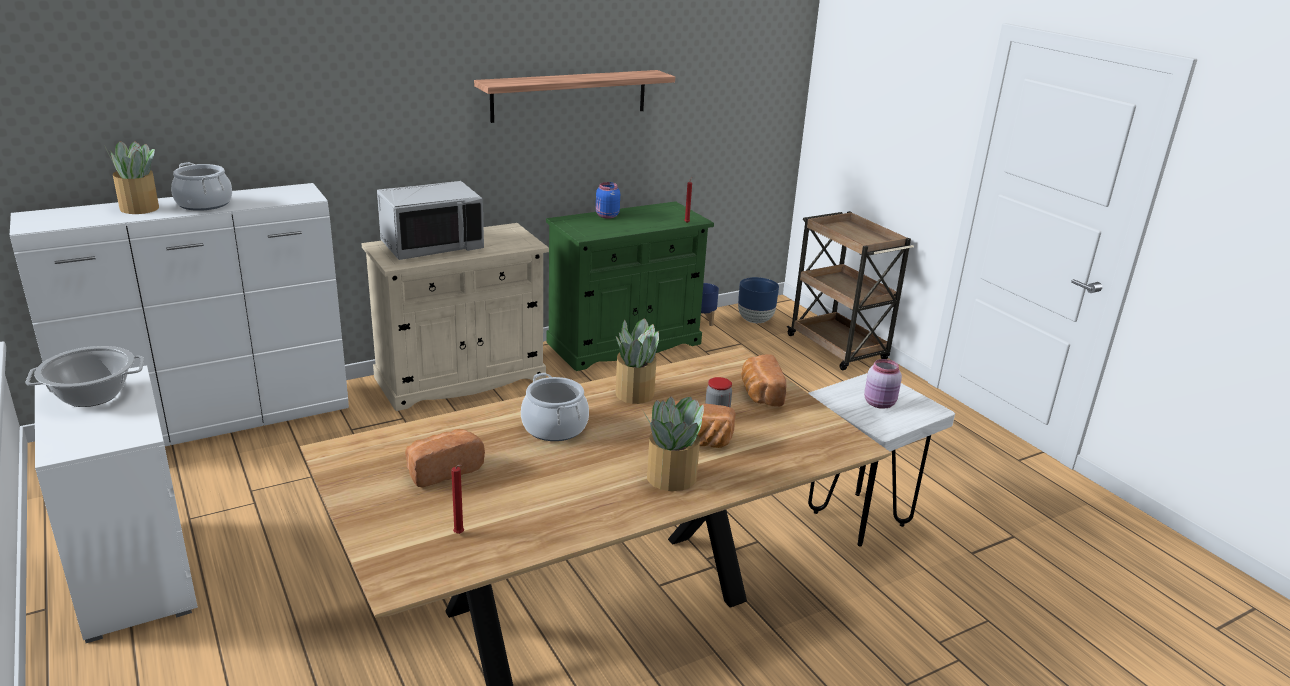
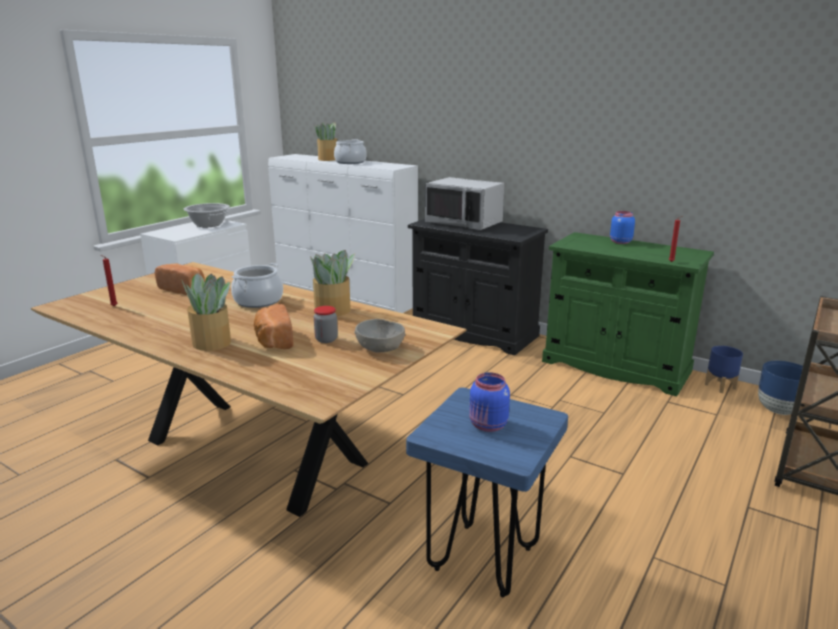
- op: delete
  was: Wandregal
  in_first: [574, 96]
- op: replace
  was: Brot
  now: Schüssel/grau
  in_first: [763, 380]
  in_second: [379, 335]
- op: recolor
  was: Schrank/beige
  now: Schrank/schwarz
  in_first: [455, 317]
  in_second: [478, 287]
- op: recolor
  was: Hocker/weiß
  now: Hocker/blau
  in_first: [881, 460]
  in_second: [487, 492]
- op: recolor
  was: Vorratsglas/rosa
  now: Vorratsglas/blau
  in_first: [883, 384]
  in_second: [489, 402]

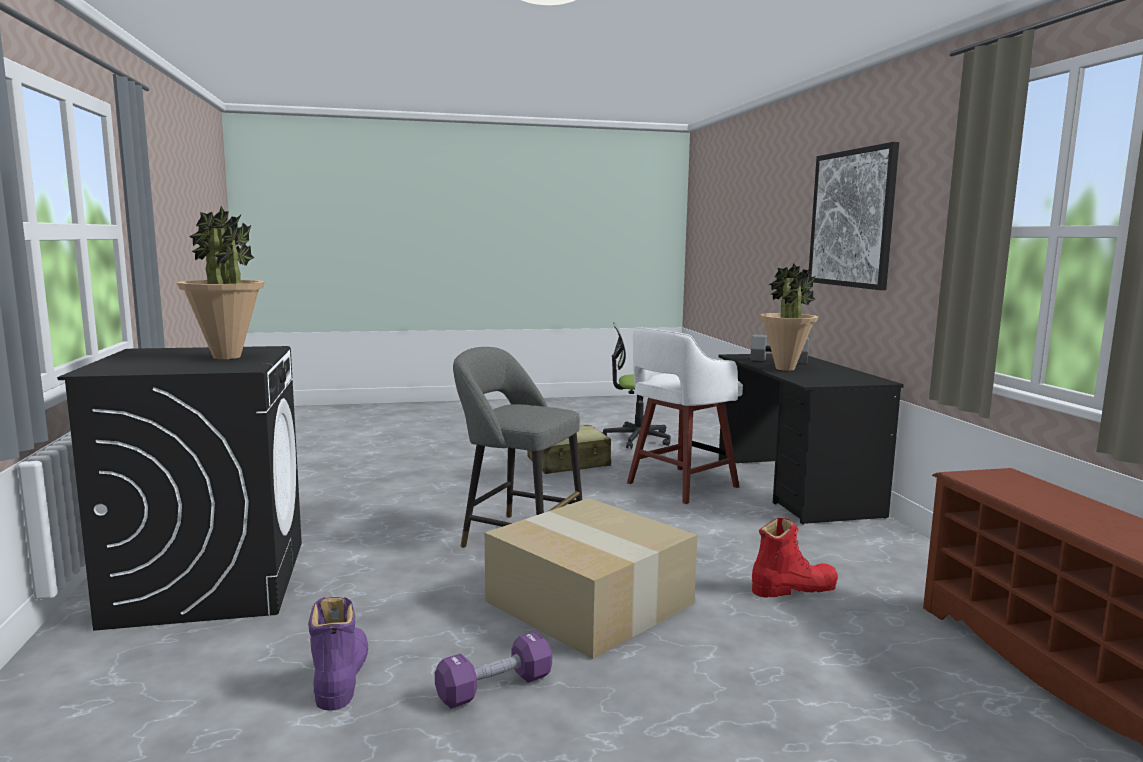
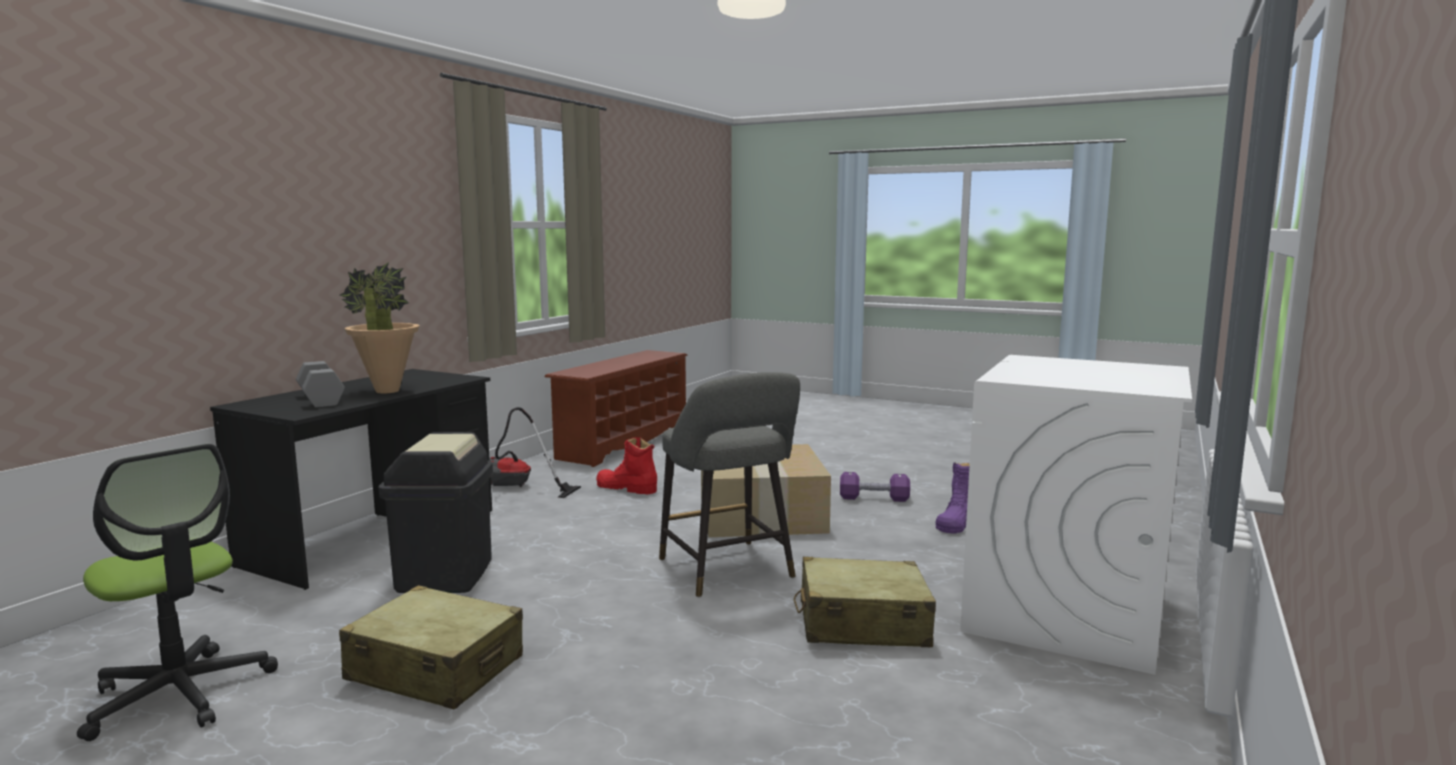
- op: delete
  was: Topfpflanze
  in_first: [220, 282]
- op: delete
  was: Bild
  in_first: [853, 216]
- op: insert
  now: Staubsauger
  in_second: [535, 452]
- op: insert
  now: Koffer/beige
  in_second: [865, 601]
- op: replace
  was: Hocker/weiß
  now: Mülleimer/schwarz
  in_first: [685, 415]
  in_second: [436, 512]
- op: recolor
  was: Waschmaschine/schwarz
  now: Waschmaschine/weiß
  in_first: [179, 488]
  in_second: [1076, 515]

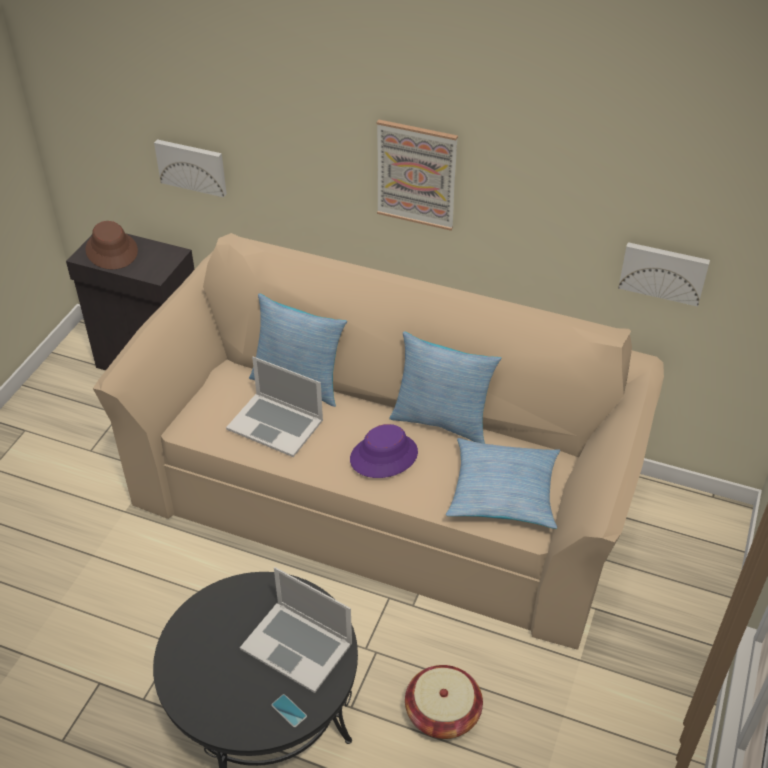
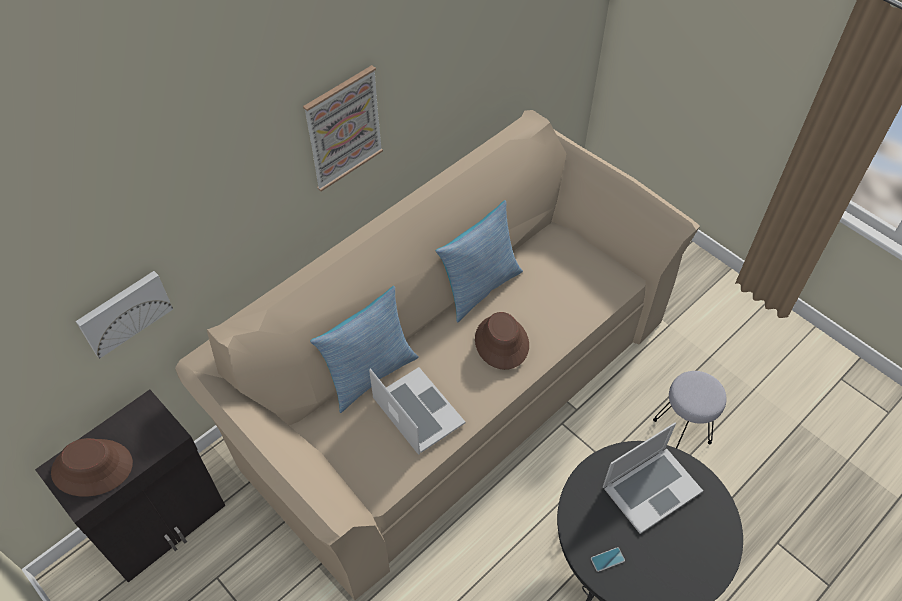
- op: delete
  was: Kissen
  in_first: [503, 483]
- op: delete
  was: Bild
  in_first: [664, 274]
- op: move
  was: Handy
  in_first: [289, 710]
  in_second: [608, 559]
- op: replace
  was: Korb
  now: Hocker/grau
  in_first: [444, 702]
  in_second: [690, 409]
- op: recolor
  was: Hut/lila
  now: Hut/braun
  in_first: [384, 451]
  in_second: [502, 341]
- op: rotate
  was: Laptop
  in_first: [274, 407]
  in_second: [417, 410]
  clockwise: -90

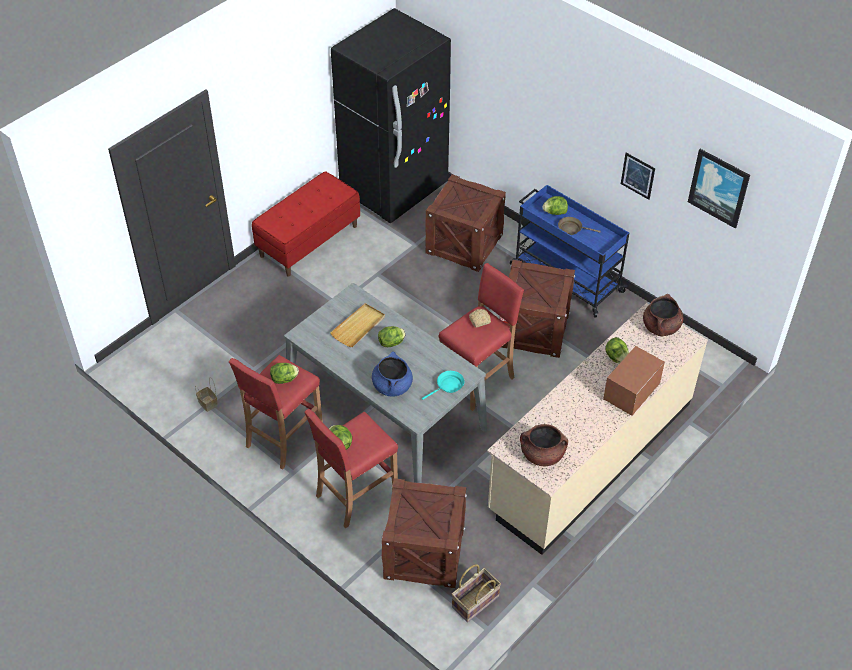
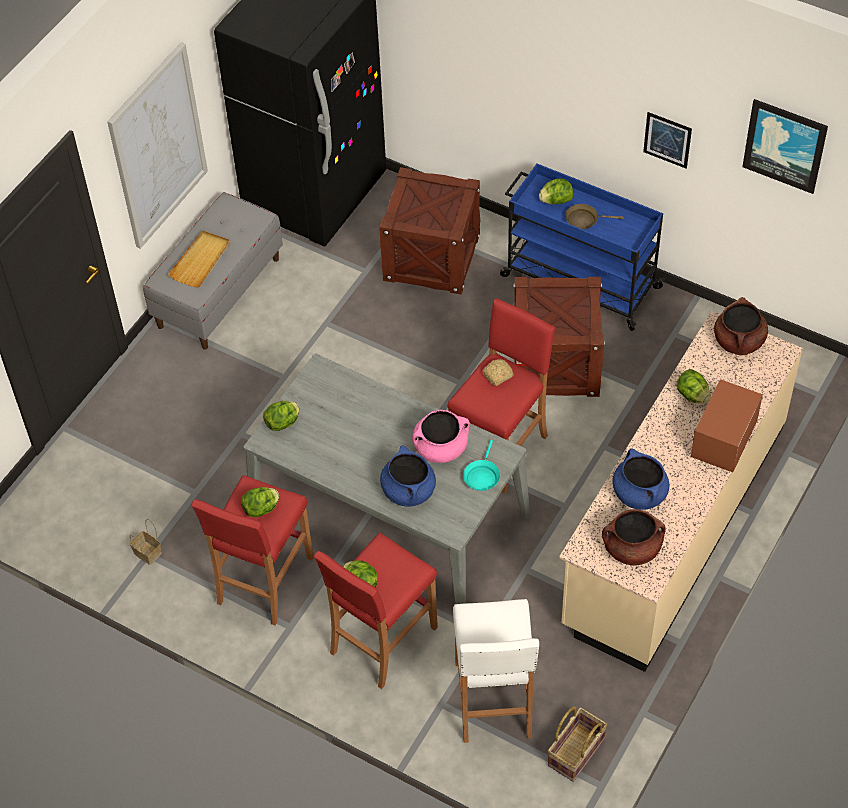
- op: insert
  now: Bild
  in_second: [157, 145]
- op: insert
  now: Kochtopf/rosa
  in_second: [441, 436]
- op: insert
  now: Kochtopf/blau
  in_second: [640, 479]
- op: move
  was: Tablett/beige
  in_first: [357, 325]
  in_second: [199, 258]
- op: move
  was: Salatkopf
  in_first: [392, 336]
  in_second: [281, 416]
- op: replace
  was: Kiste
  now: Hocker/weiß
  in_first: [424, 533]
  in_second: [496, 671]
- op: recolor
  was: Bank/rot
  now: Bank/grau
  in_first: [306, 224]
  in_second: [213, 271]
- op: rotate
  was: Pfanne/türkis
  in_first: [443, 385]
  in_second: [481, 465]
  clockwise: 150

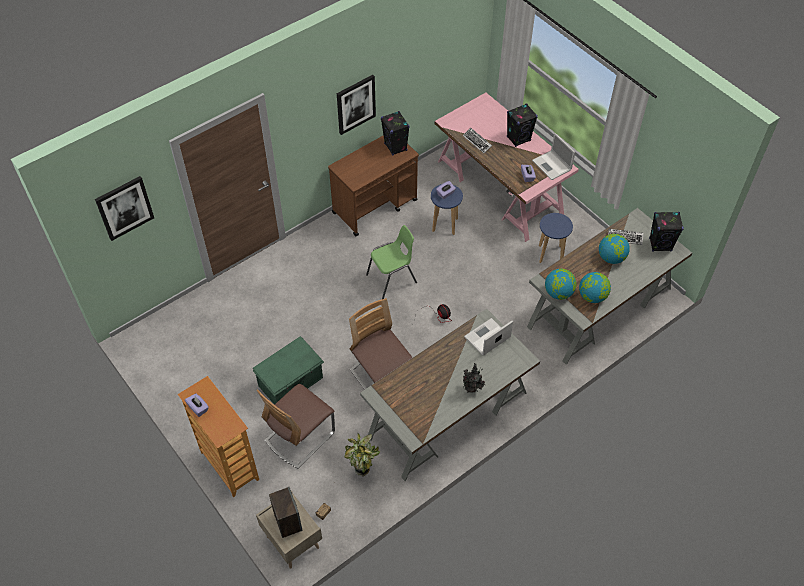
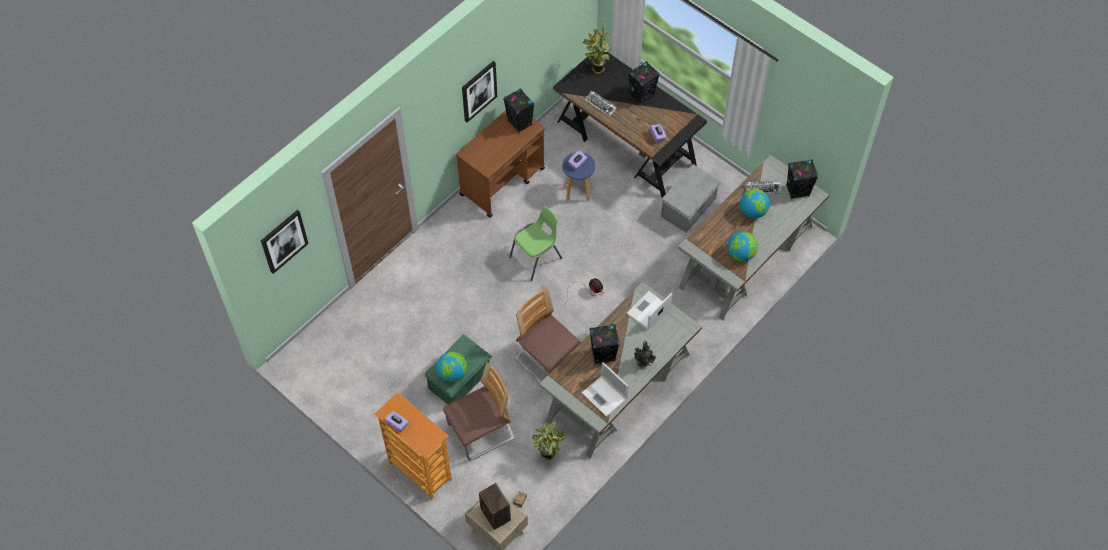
- op: insert
  now: Topfpflanze
  in_second: [597, 50]
- op: insert
  now: Lautsprecher/schwarz
  in_second: [604, 344]
- op: move
  was: Laptop
  in_first: [553, 156]
  in_second: [605, 389]
- op: move
  was: Globus
  in_first: [560, 284]
  in_second: [451, 367]
- op: replace
  was: Hocker/blau
  now: Aufbewahrungsbox/grau
  in_first: [556, 238]
  in_second: [691, 198]
- op: recolor
  was: Schreibtisch/rosa
  now: Schreibtisch/schwarz
  in_first: [507, 167]
  in_second: [630, 123]
- op: rotate
  was: Stuhl
  in_first: [296, 426]
  in_second: [479, 411]
  clockwise: -150

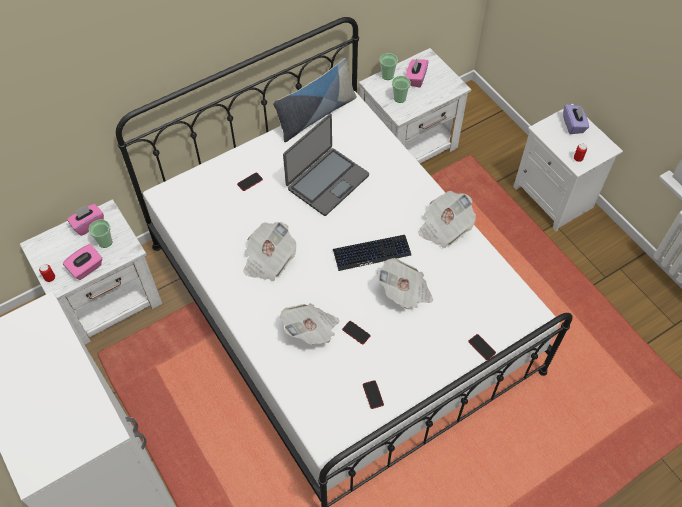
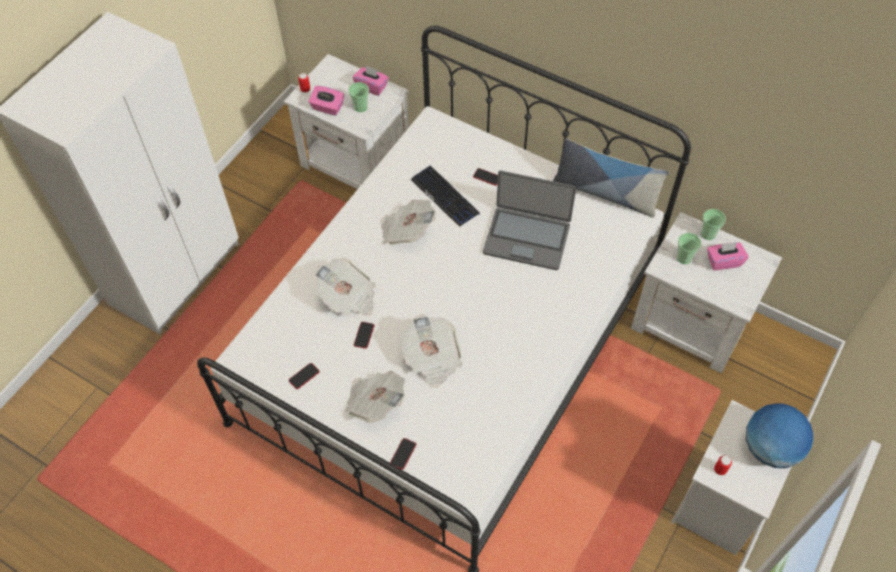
- op: move
  was: Tastatur
  in_first: [372, 253]
  in_second: [445, 196]
- op: move
  was: Zeitung
  in_first: [447, 219]
  in_second: [375, 397]
- op: replace
  was: Taschentuchbox/lila
  now: Globus
  in_first: [576, 119]
  in_second: [779, 436]

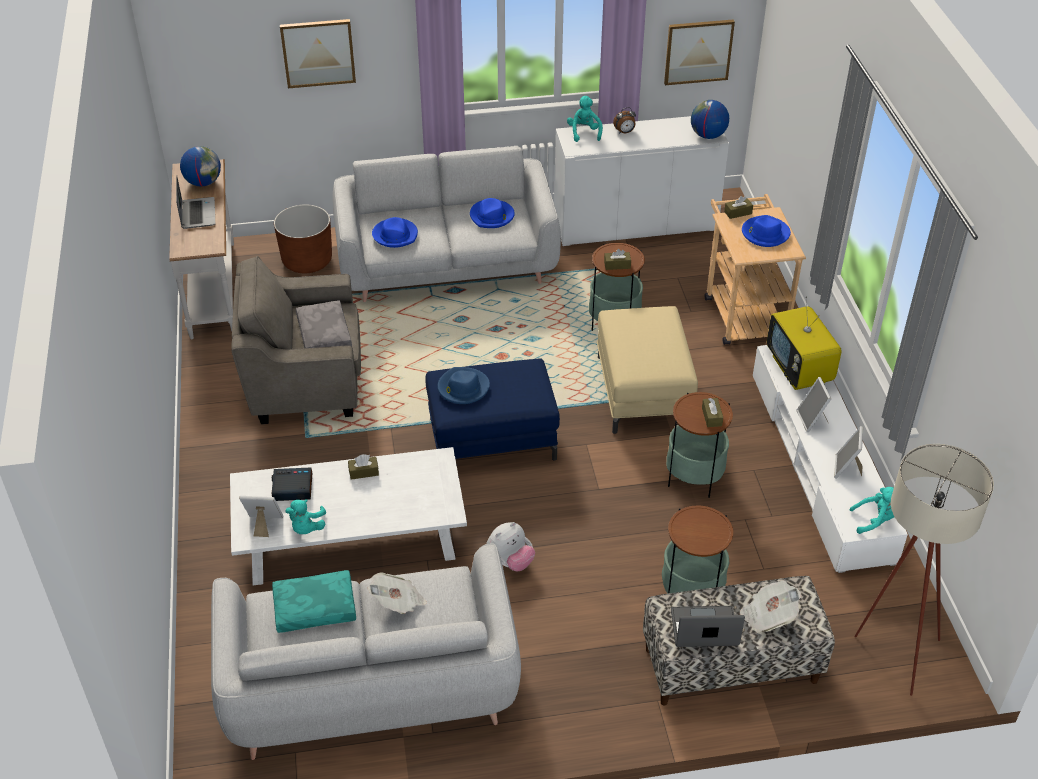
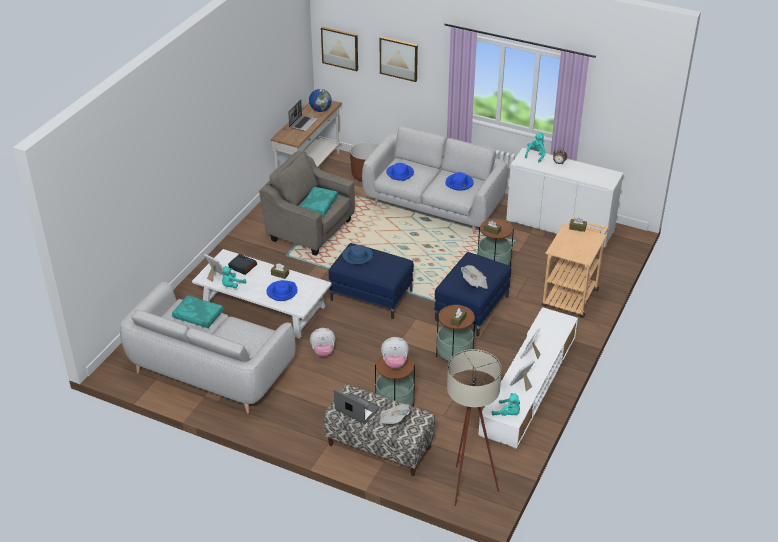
- op: delete
  was: Globus
  in_first: [710, 119]
- op: delete
  was: Fernseher
  in_first: [804, 343]
- op: insert
  now: Plüschtier
  in_second: [395, 353]
- op: move
  was: Zeitung
  in_first: [397, 593]
  in_second: [474, 277]
- op: move
  was: Bild
  in_first: [699, 52]
  in_second: [339, 49]
- op: move
  was: Hut/blau
  in_first: [766, 231]
  in_second: [281, 290]
- op: recolor
  was: Kissen/grau
  now: Kissen/türkis
  in_first: [324, 324]
  in_second: [319, 201]
- op: recolor
  was: Polsterhocker/beige
  now: Polsterhocker/blau
  in_first: [647, 370]
  in_second: [472, 294]

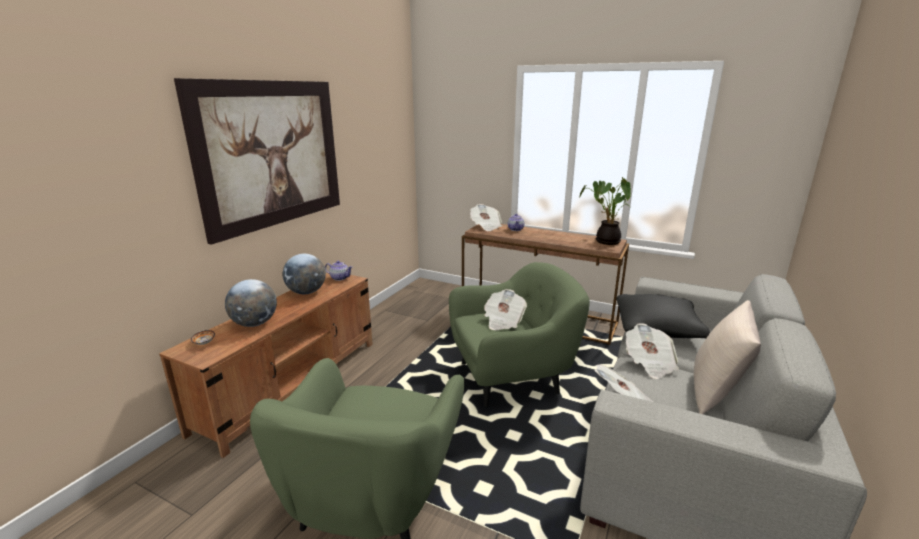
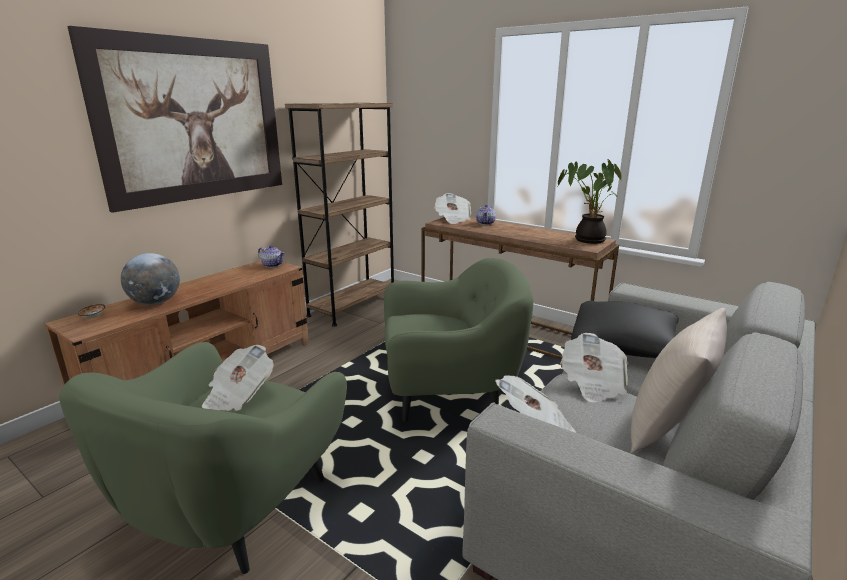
- op: delete
  was: Globus
  in_first: [304, 274]
- op: insert
  now: Bücherregal/braun
  in_second: [339, 215]
- op: move
  was: Zeitung
  in_first: [505, 309]
  in_second: [238, 378]

